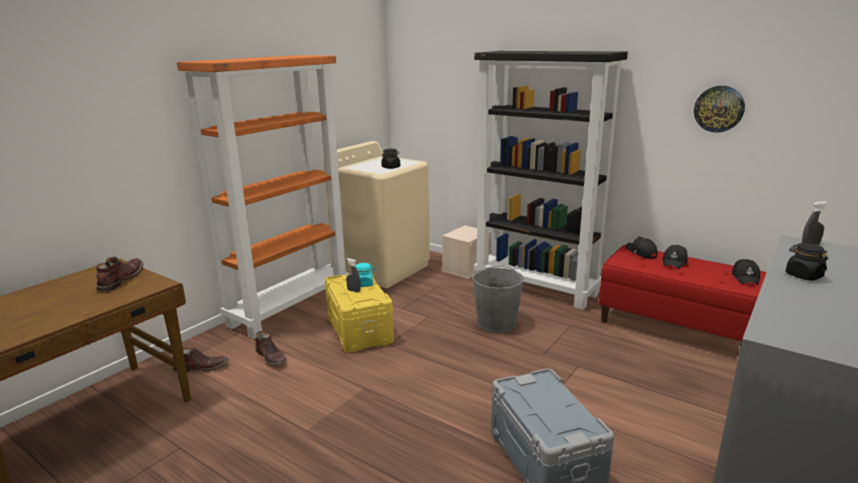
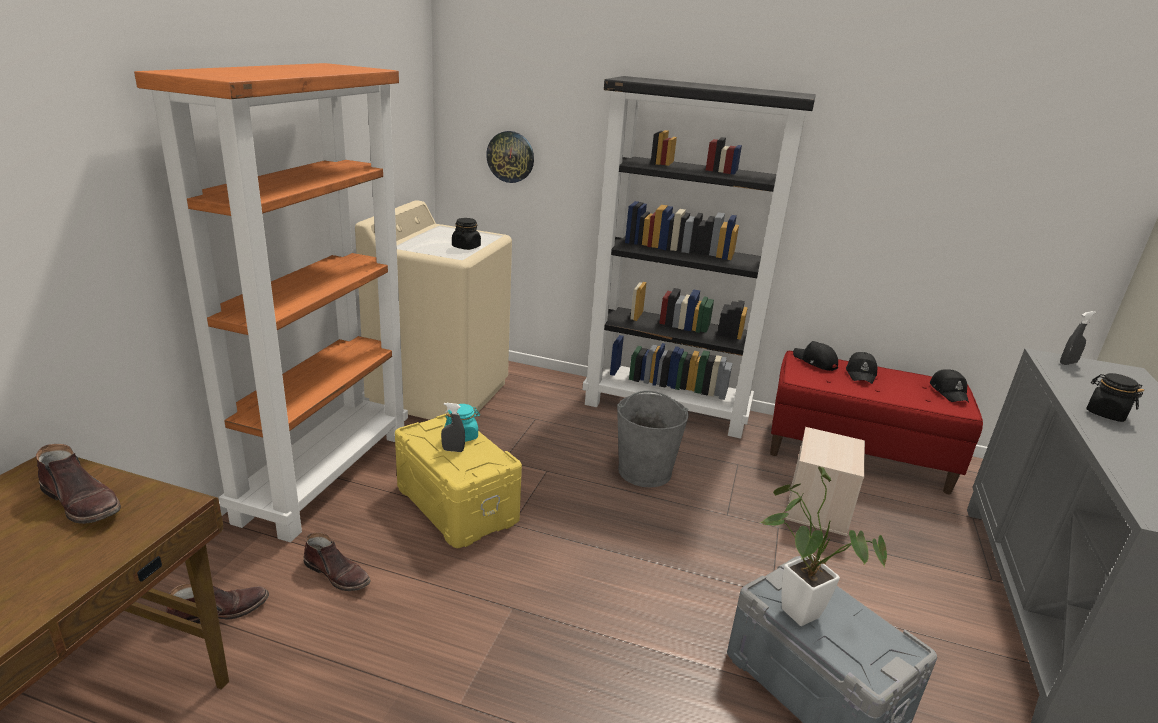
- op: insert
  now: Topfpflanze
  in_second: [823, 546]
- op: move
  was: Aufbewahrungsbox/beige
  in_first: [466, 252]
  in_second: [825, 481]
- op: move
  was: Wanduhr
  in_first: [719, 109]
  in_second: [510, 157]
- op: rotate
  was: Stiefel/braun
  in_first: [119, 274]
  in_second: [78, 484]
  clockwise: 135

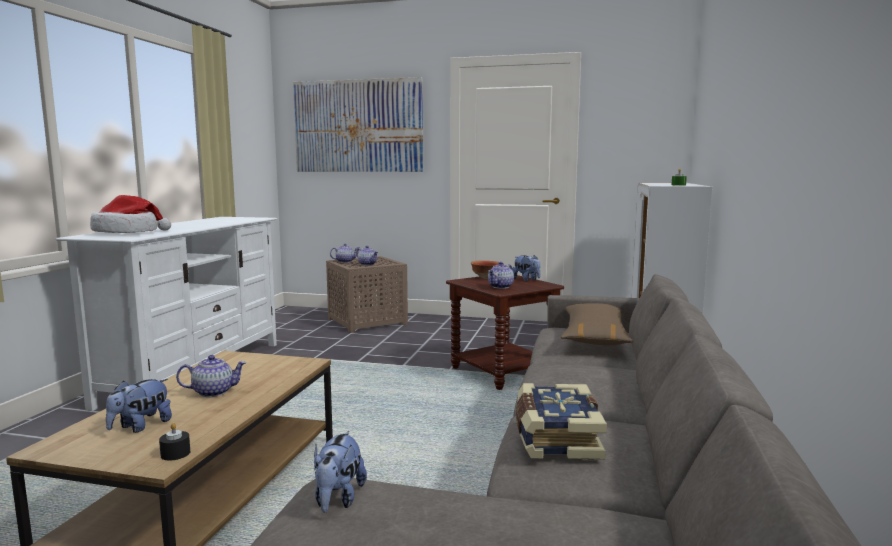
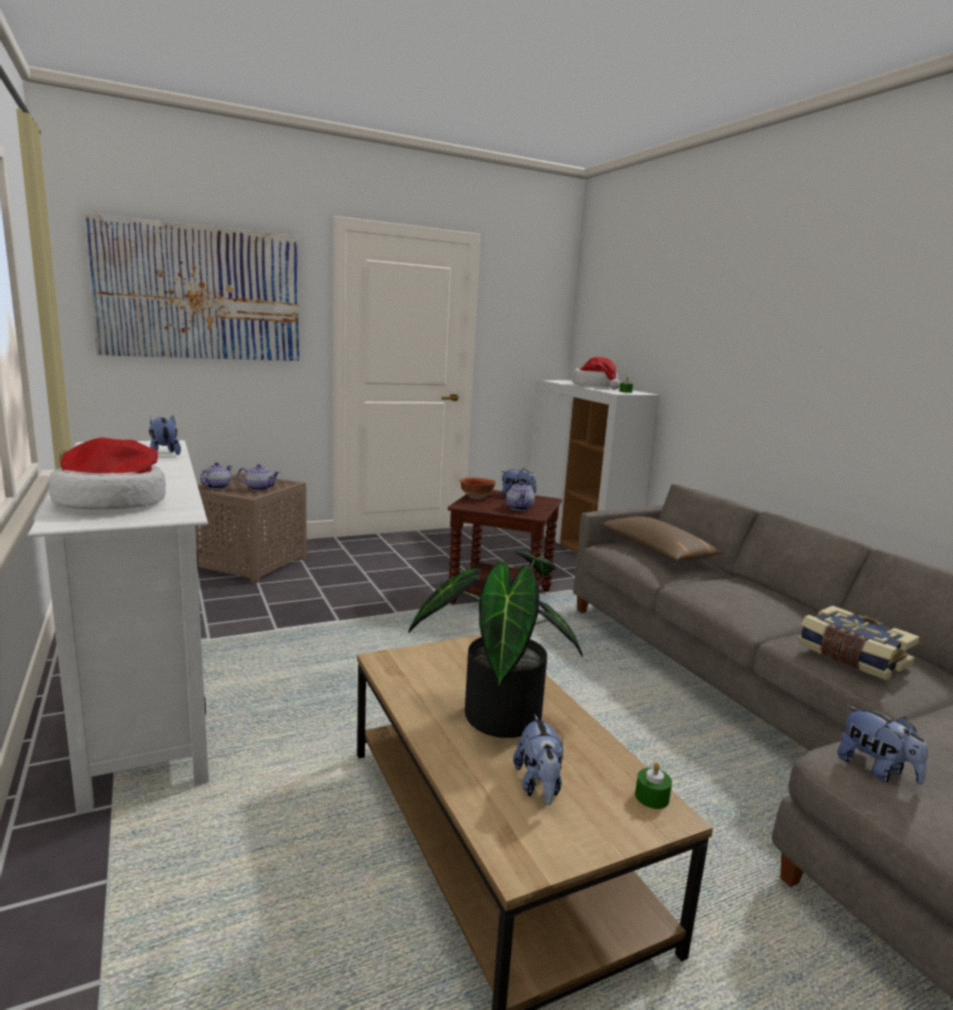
- op: insert
  now: Plüschtier
  in_second: [165, 435]
- op: insert
  now: Hut
  in_second: [596, 373]
- op: replace
  was: Teekanne
  now: Topfpflanze
  in_first: [211, 376]
  in_second: [496, 644]
- op: recolor
  was: Kerze/schwarz
  now: Kerze/grün
  in_first: [174, 442]
  in_second: [653, 785]

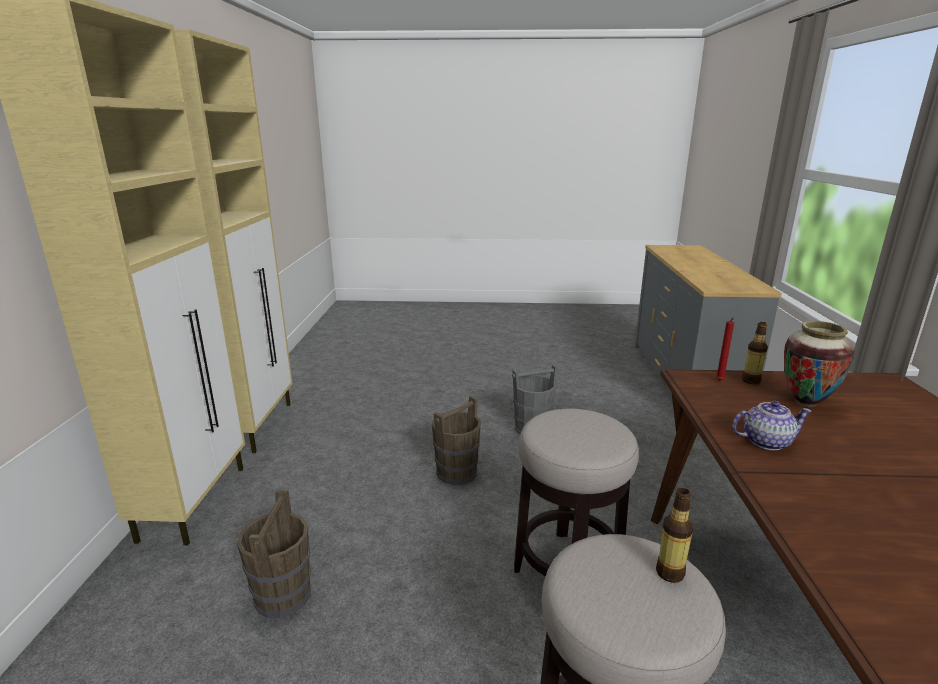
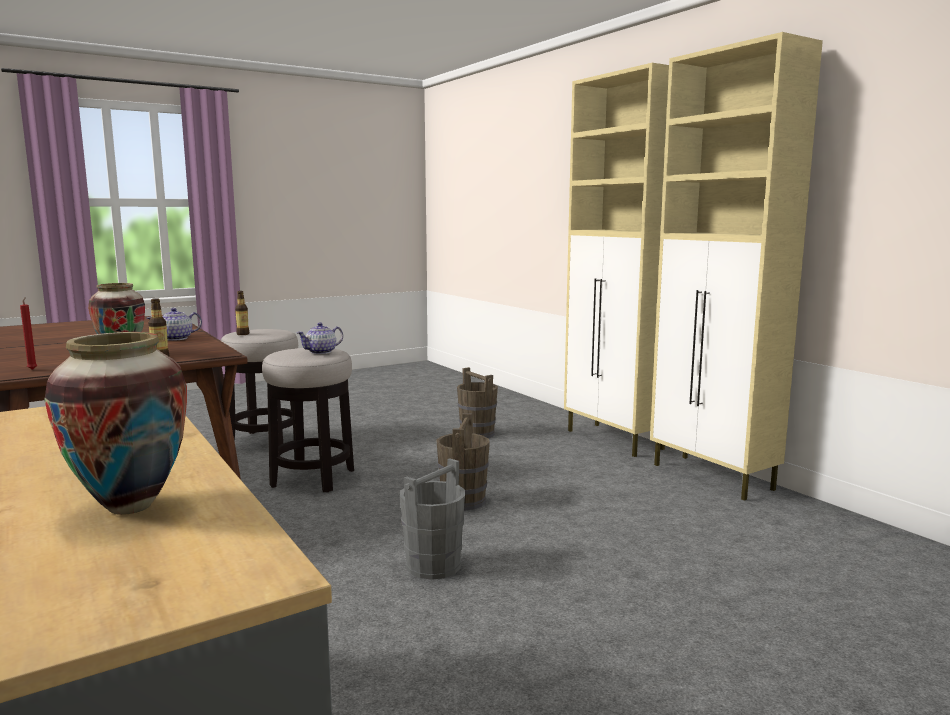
- op: insert
  now: Vase
  in_second: [115, 423]
- op: insert
  now: Teekanne
  in_second: [320, 338]
- op: move
  was: Kerze/rot
  in_first: [725, 349]
  in_second: [28, 333]

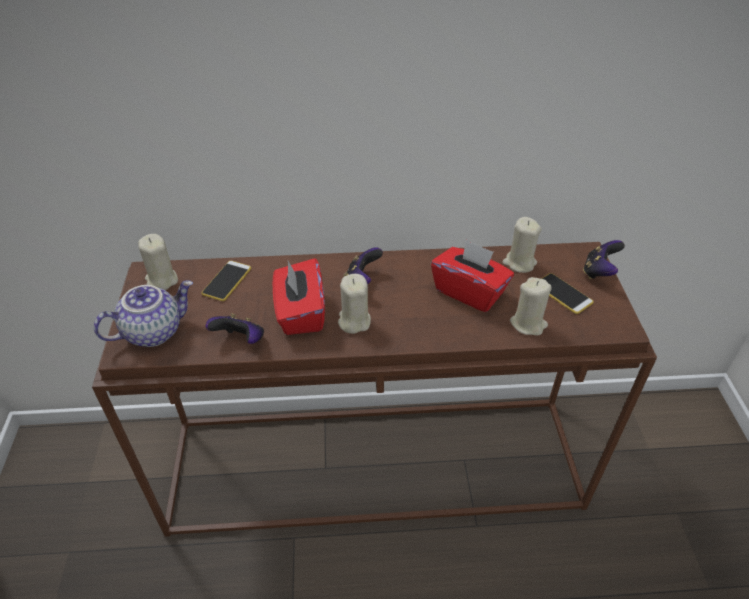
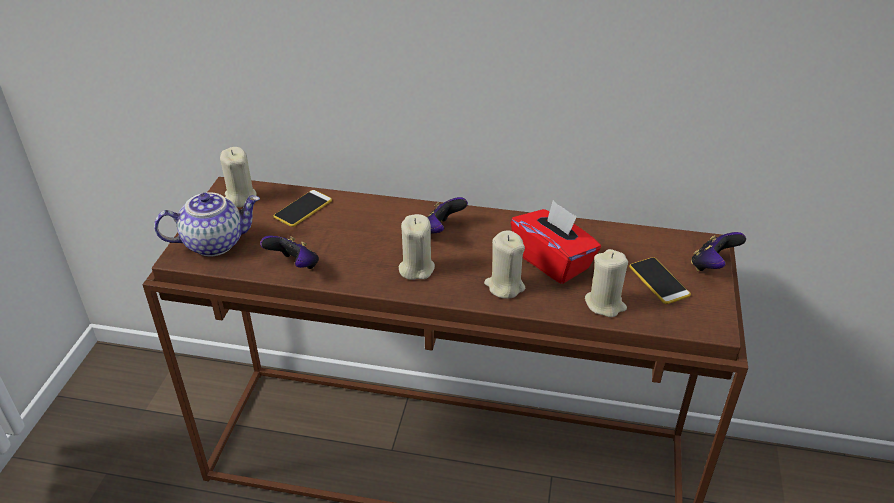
- op: delete
  was: Taschentuchbox/rot
  in_first: [299, 296]
- op: move
  was: Kerze/beige
  in_first: [522, 245]
  in_second: [504, 264]

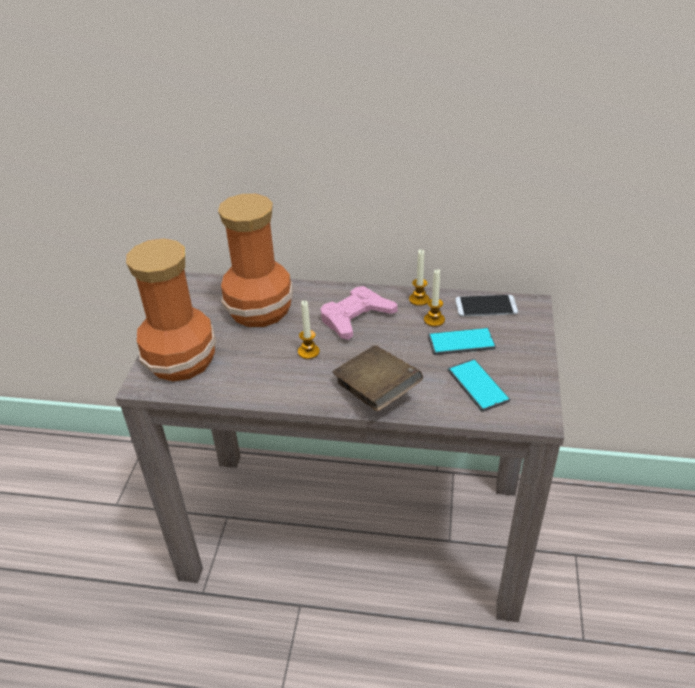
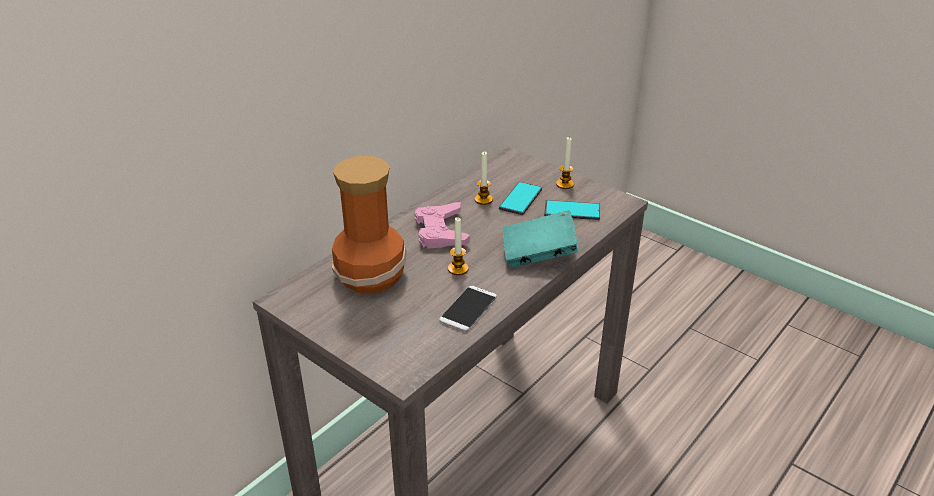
- op: delete
  was: Vase
  in_first: [171, 310]
- op: move
  was: Kerze
  in_first: [419, 277]
  in_second: [565, 163]
- op: move
  was: Handy
  in_first: [486, 306]
  in_second: [468, 308]
- op: recolor
  was: Buch/braun
  now: Buch/türkis
  in_first: [377, 378]
  in_second: [540, 239]

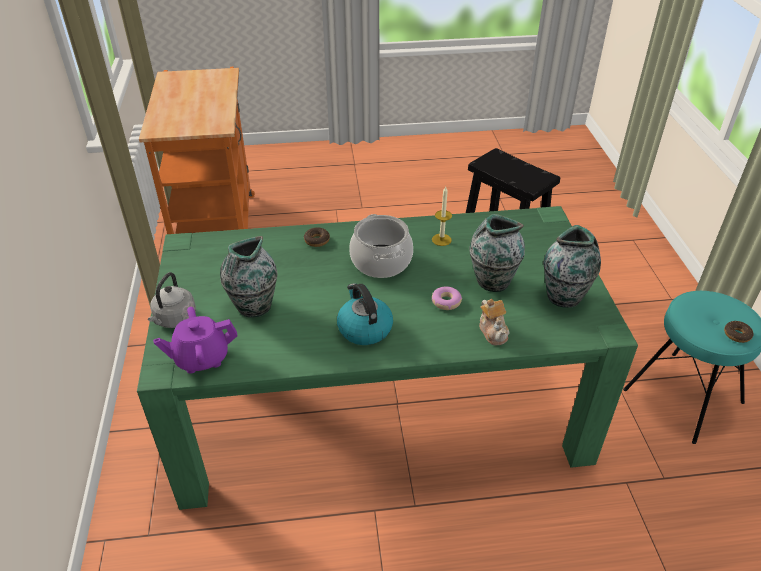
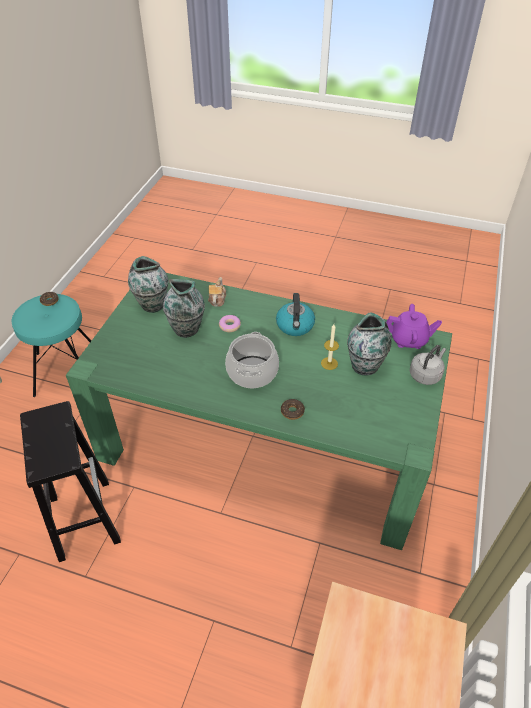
- op: move
  was: Kerze
  in_first: [442, 216]
  in_second: [330, 347]

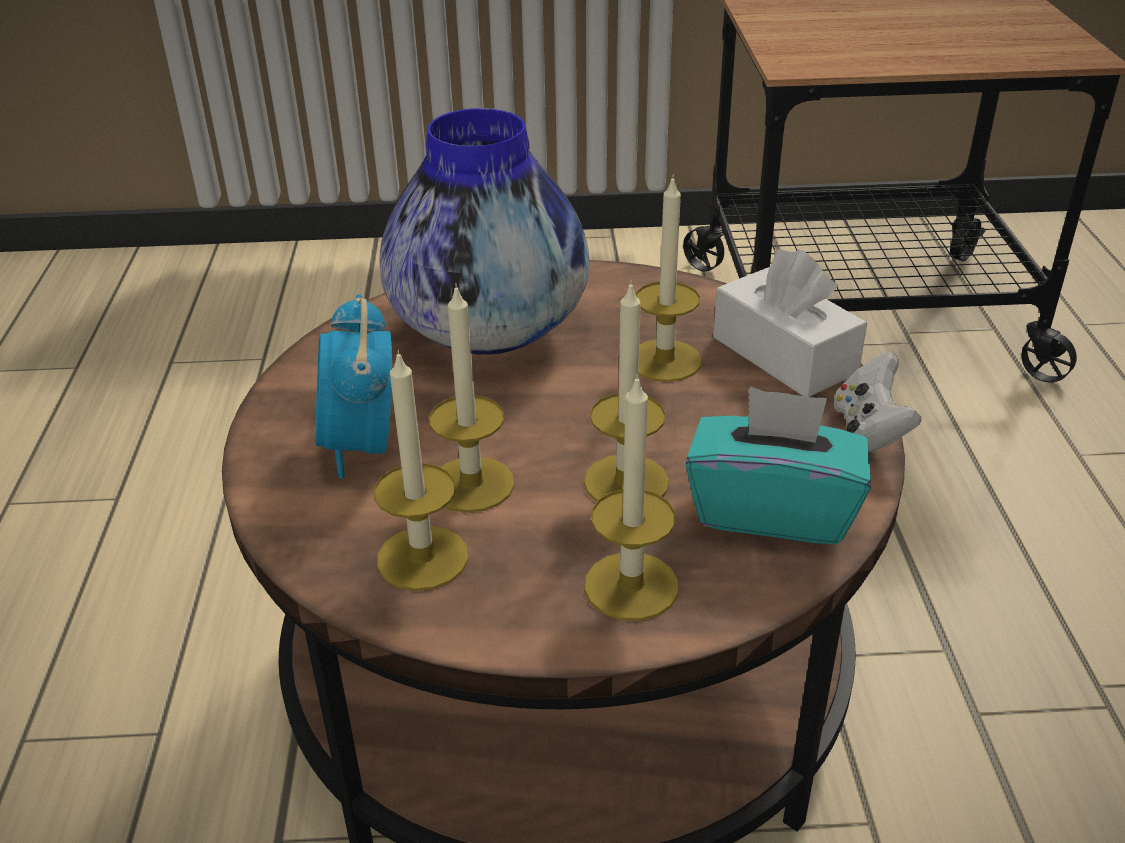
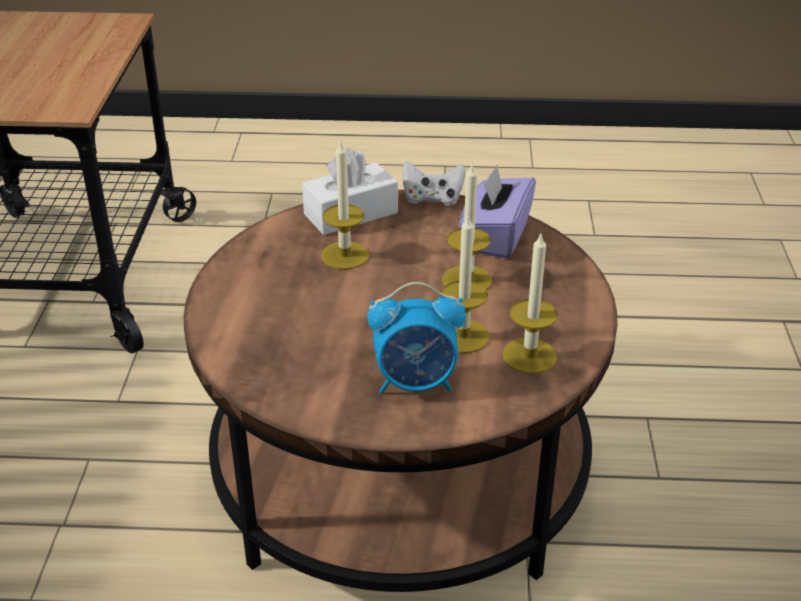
- op: delete
  was: Vase
  in_first: [484, 231]
- op: delete
  was: Kerze
  in_first: [631, 497]
- op: recolor
  was: Taschentuchbox/türkis
  now: Taschentuchbox/lila
  in_first: [778, 465]
  in_second: [497, 212]

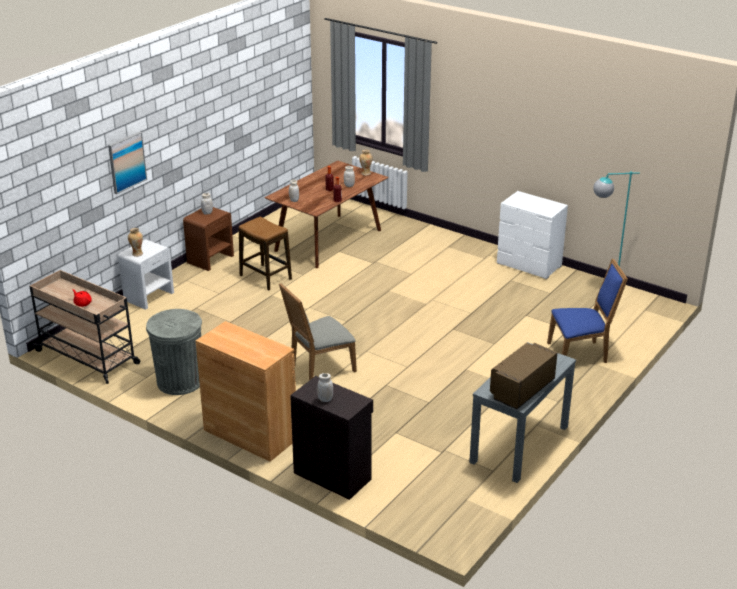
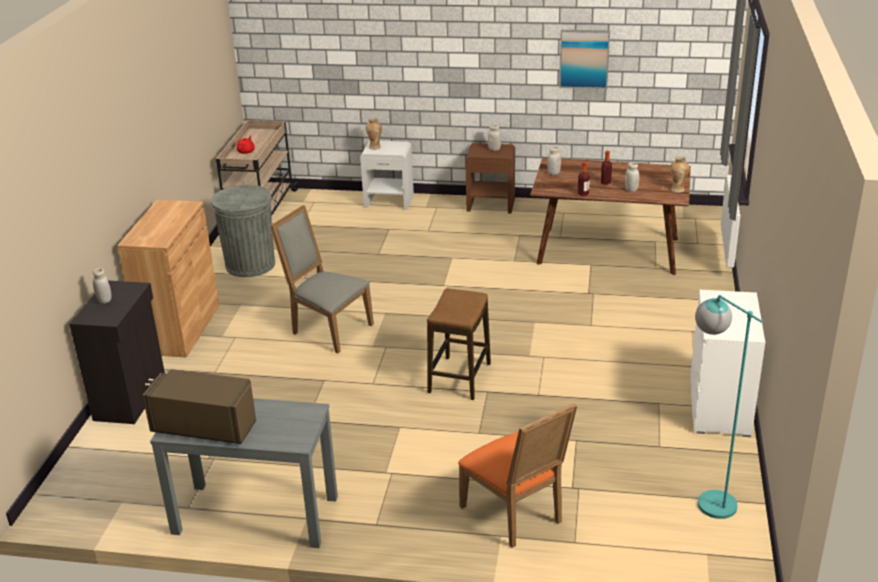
- op: move
  was: Bild
  in_first: [127, 163]
  in_second: [584, 59]
- op: move
  was: Hocker
  in_first: [265, 253]
  in_second: [459, 344]
- op: recolor
  was: Stuhl/blau
  now: Stuhl/orange
  in_first: [587, 311]
  in_second: [518, 475]

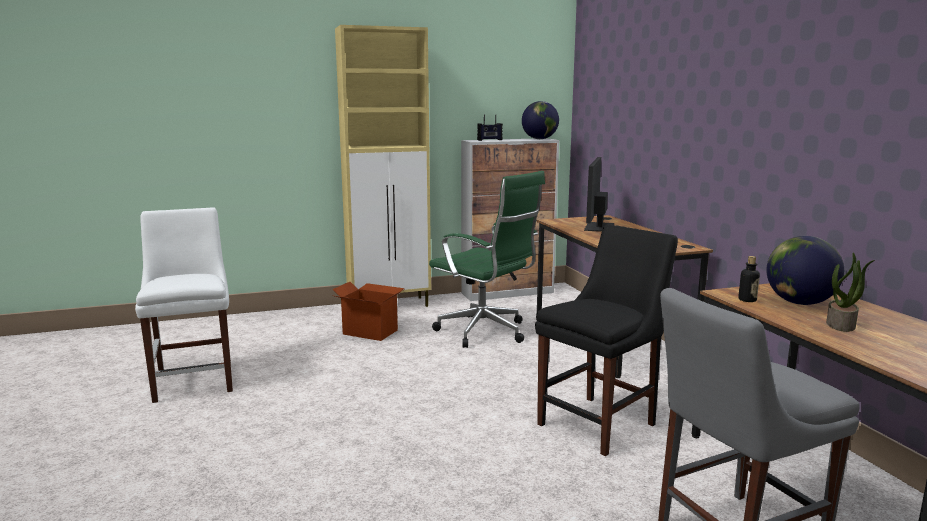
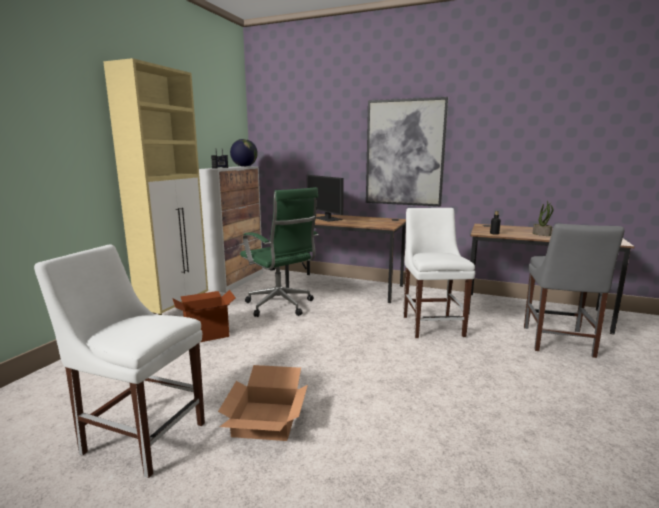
- op: delete
  was: Globus
  in_first: [805, 270]
- op: insert
  now: Karton
  in_second: [263, 403]
- op: insert
  now: Bild
  in_second: [407, 151]
- op: recolor
  was: Stuhl/schwarz
  now: Stuhl/weiß
  in_first: [606, 340]
  in_second: [439, 273]
- op: rotate
  was: Bürostuhl/grün
  in_first: [487, 259]
  in_second: [279, 252]
  clockwise: 60

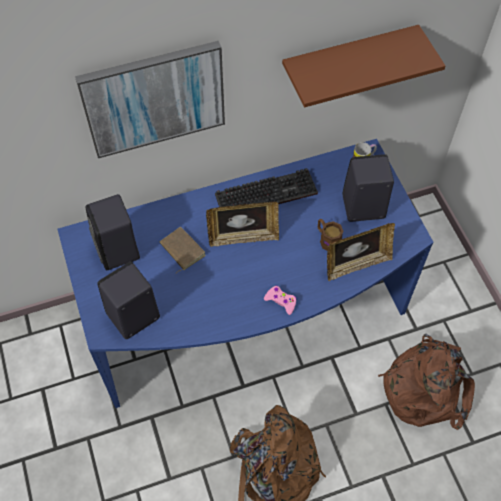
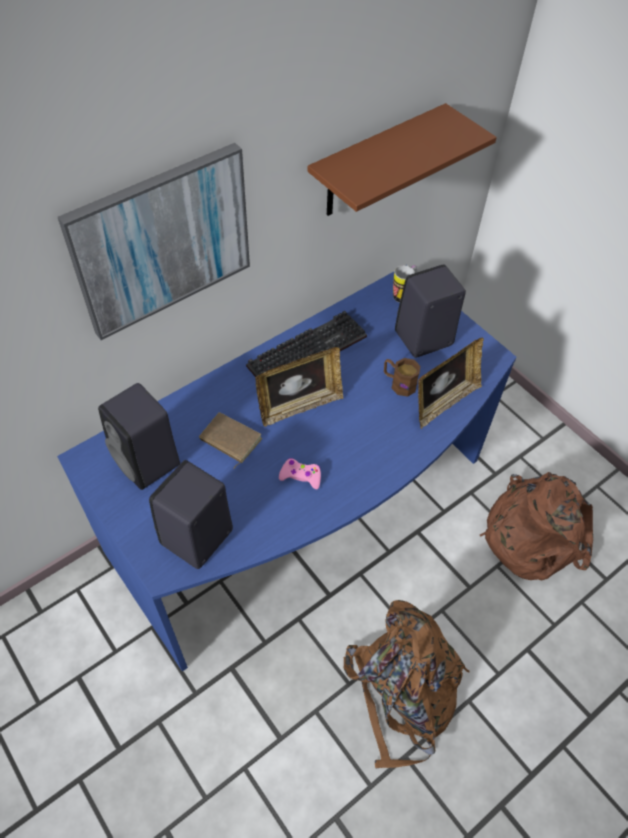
- op: move
  was: Gamepad/rosa
  in_first: [280, 300]
  in_second: [300, 473]

